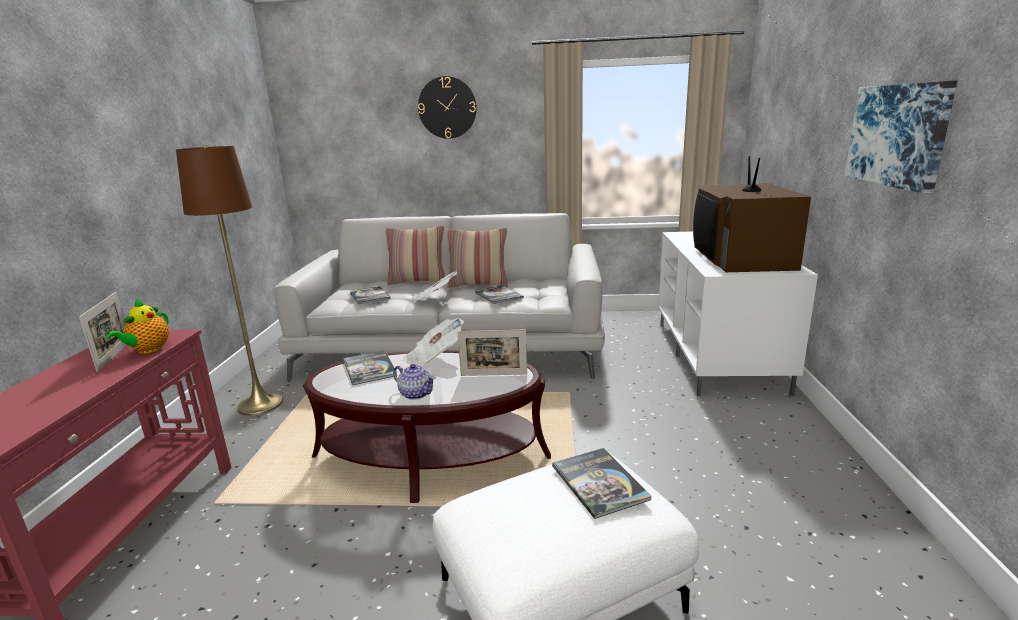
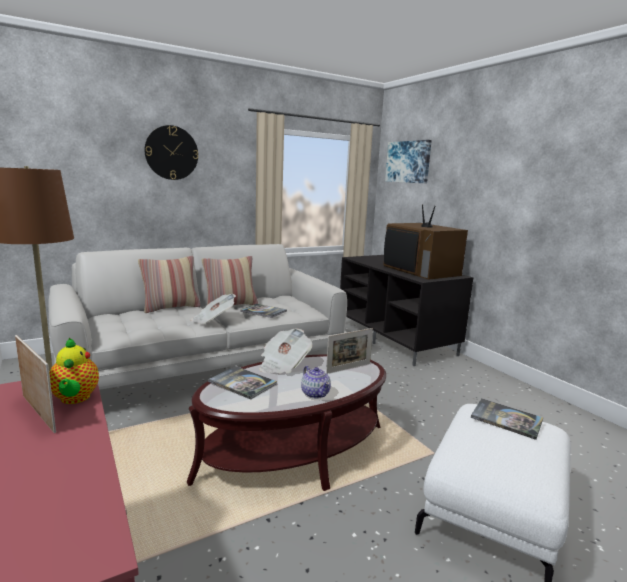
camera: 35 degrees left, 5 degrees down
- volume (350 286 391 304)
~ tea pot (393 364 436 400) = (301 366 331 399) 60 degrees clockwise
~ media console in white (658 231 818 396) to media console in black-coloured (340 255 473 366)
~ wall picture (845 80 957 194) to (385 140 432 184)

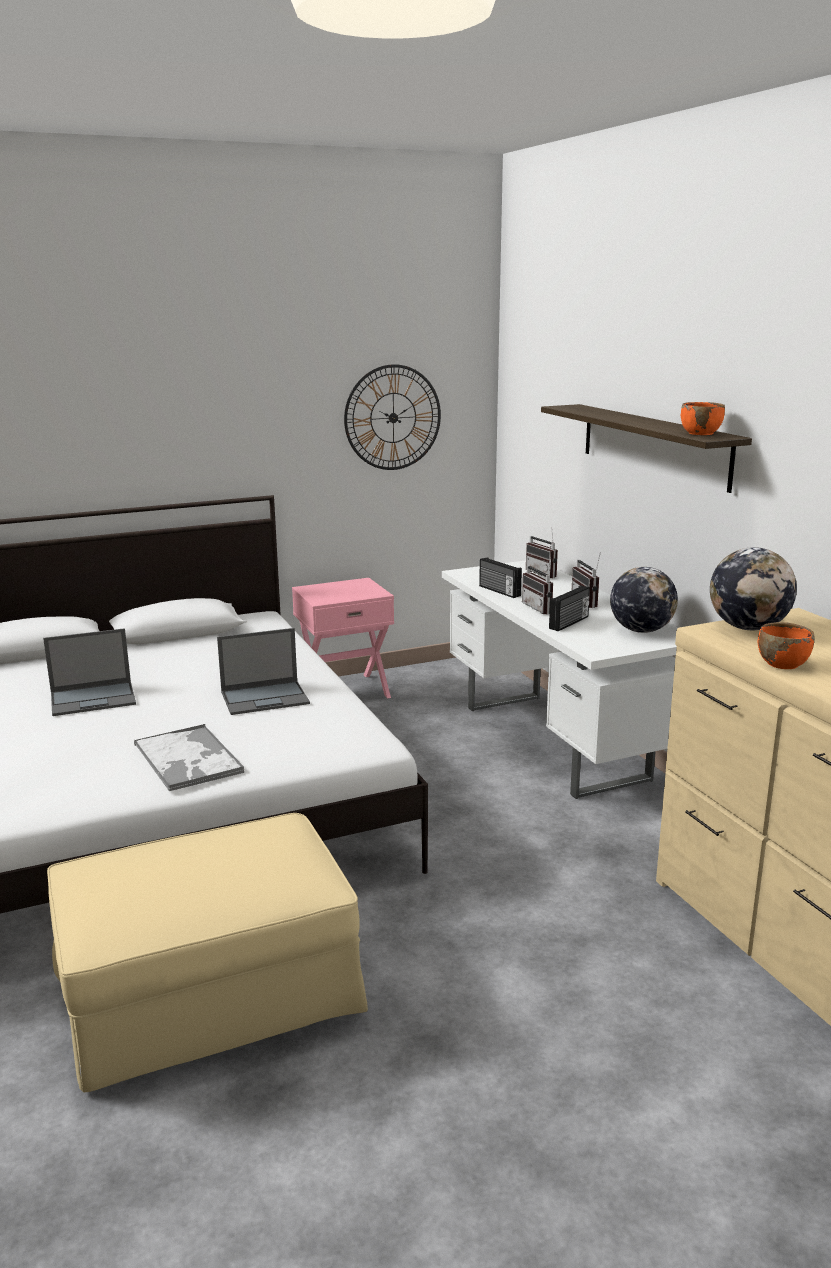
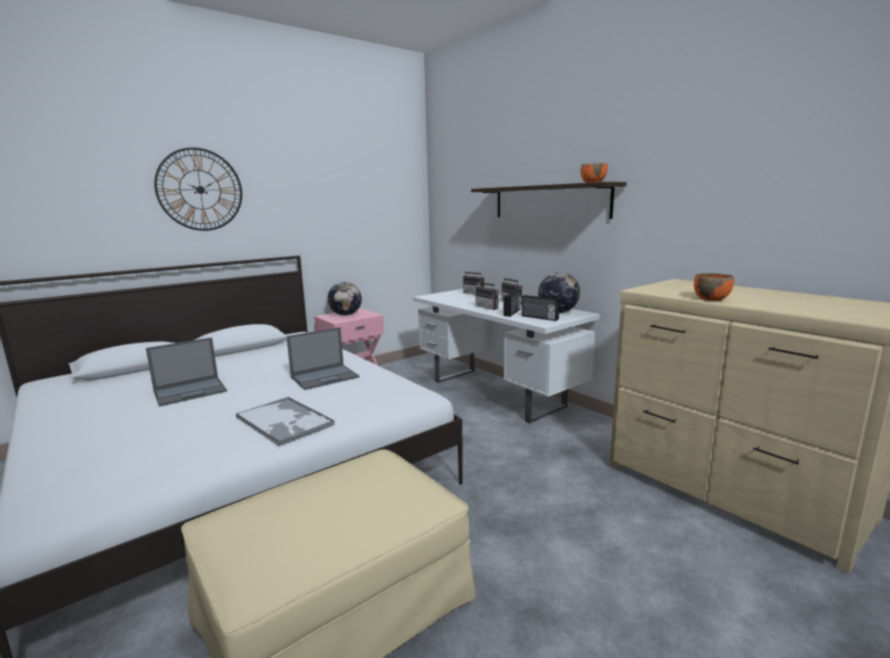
camera: 15 degrees left, 5 degrees down
~ clock on the wall (344 364 441 470) to (154 147 242 231)
~ radio receiver (479 557 522 598) to (522 295 560 321)
~ world globe (710 547 797 630) to (327 282 362 315)

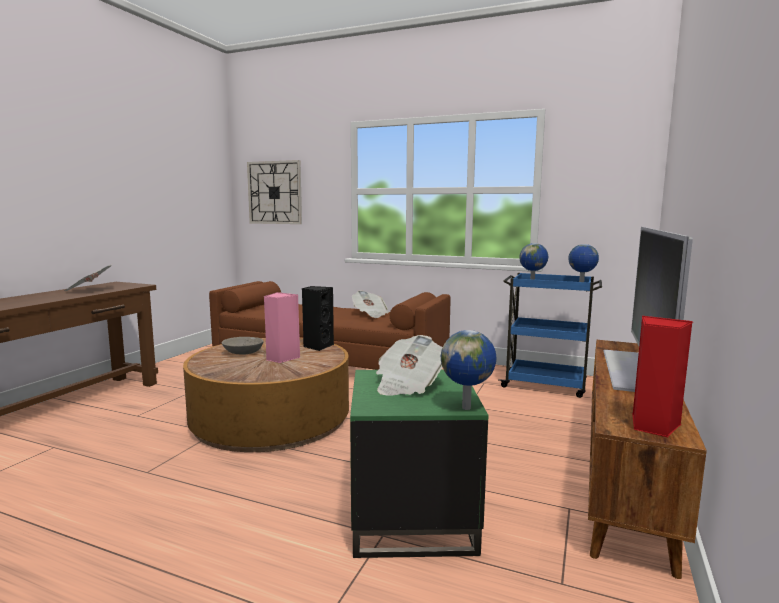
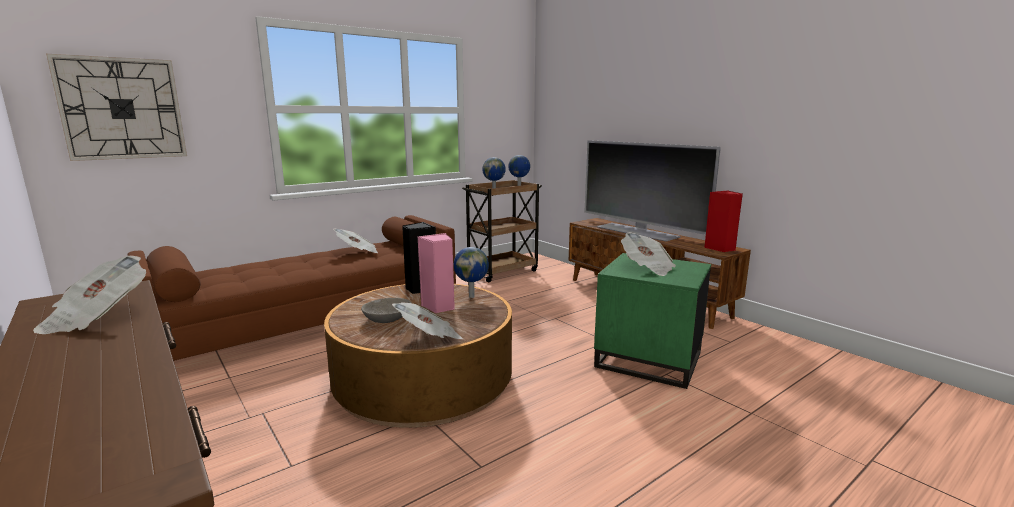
camera: 60 degrees left, 5 degrees up
~ world globe (441 330 496 410) to (454 247 489 298)
~ trolley in bluish (499 273 602 398) to trolley in brownish (462 180 542 283)
+ newspaper (392 303 463 339)

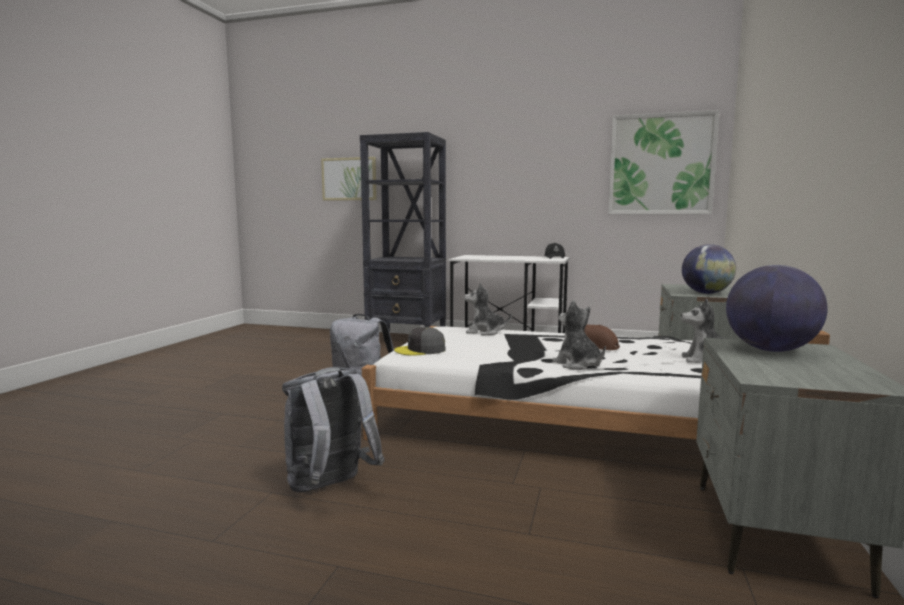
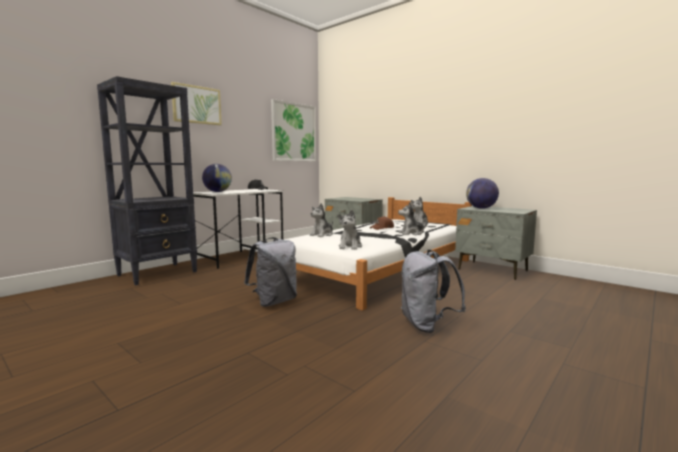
camera: 65 degrees left, 0 degrees up
~ wall picture (321 157 377 201) to (171 82 222 125)
~ baseball cap in grey (394 327 445 356) to cuddly toy (338 210 362 250)
~ world globe (682 244 736 294) to (202 164 232 192)

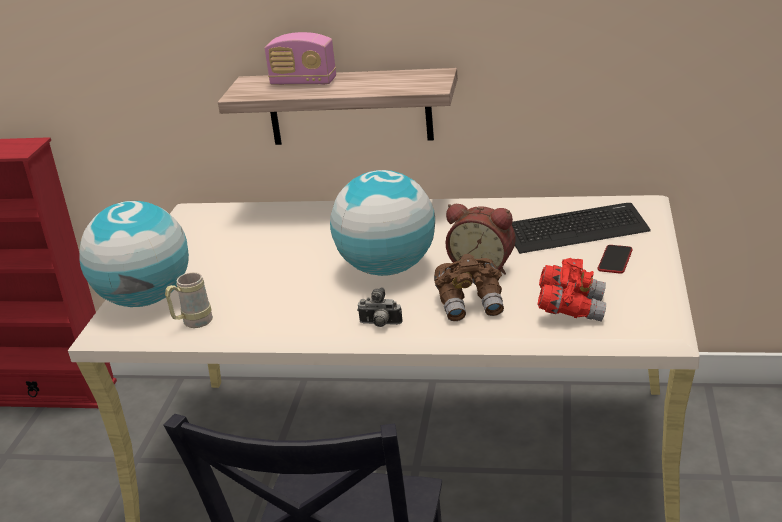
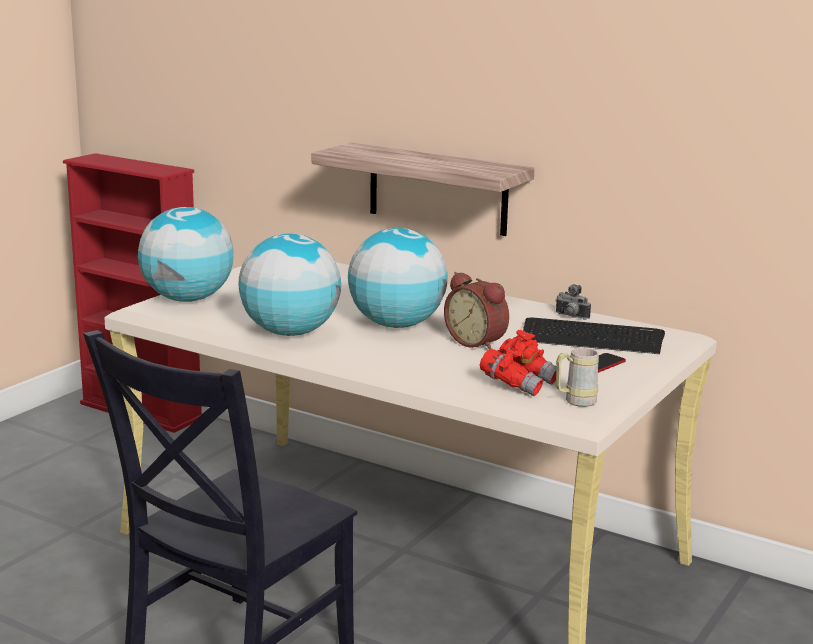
camera: 20 degrees right, 10 degrees down
~ tea mug in sand-coloured (165 272 213 328) to (556 348 599 407)
- radio receiver (265 32 336 85)
~ still camera (357 287 403 327) to (555 284 591 320)
- binoculars in brownish (434 254 504 321)
+ world globe (238 233 341 336)

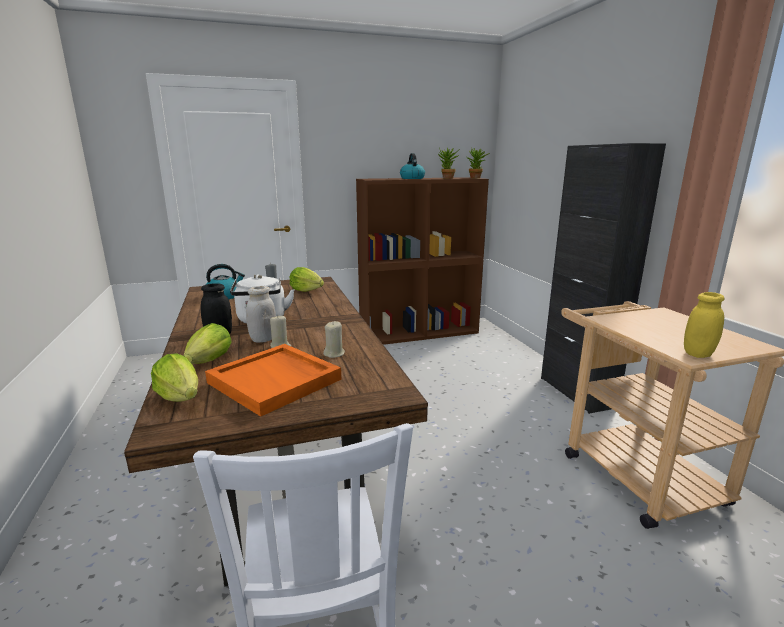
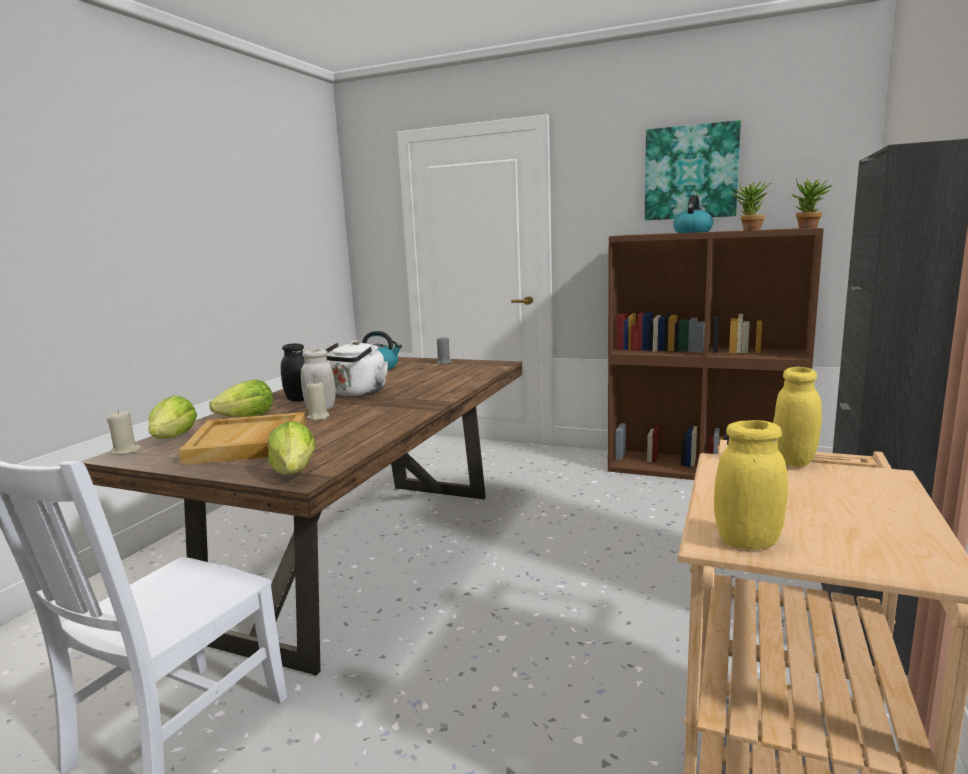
camera: 40 degrees right, 5 degrees down
~ tray in orange-coloured (205 344 341 417) to tray in sand-coloured (179 412 306 465)
~ lettuce (290 267 324 292) to (268 421 315 475)
~ wax light in sand-coloured (323 321 345 358) to (106 410 141 455)
+ wall picture (645 120 741 220)
+ storage jar in yellow-coloured (773 367 822 467)

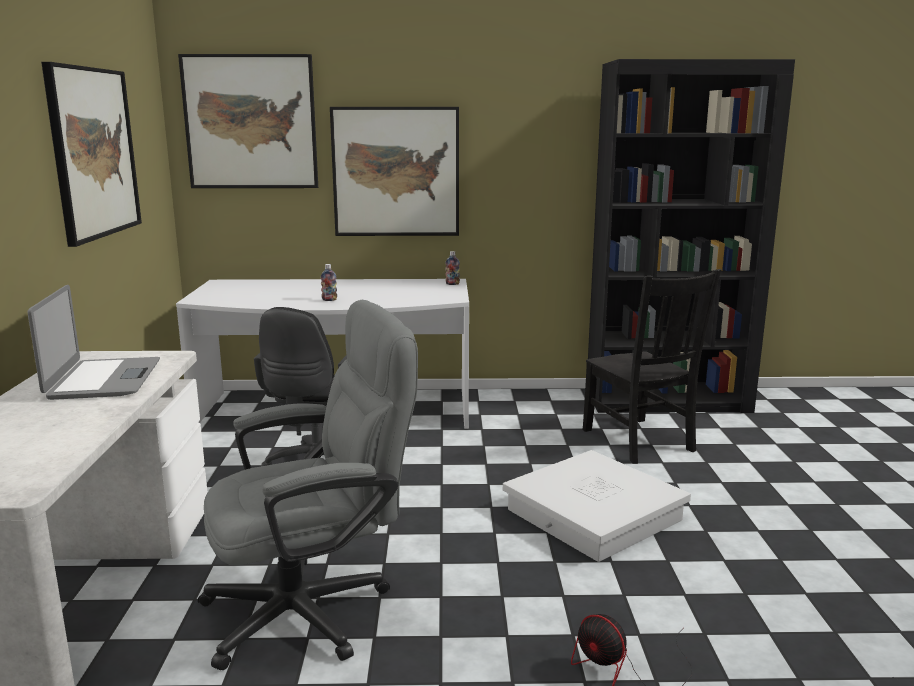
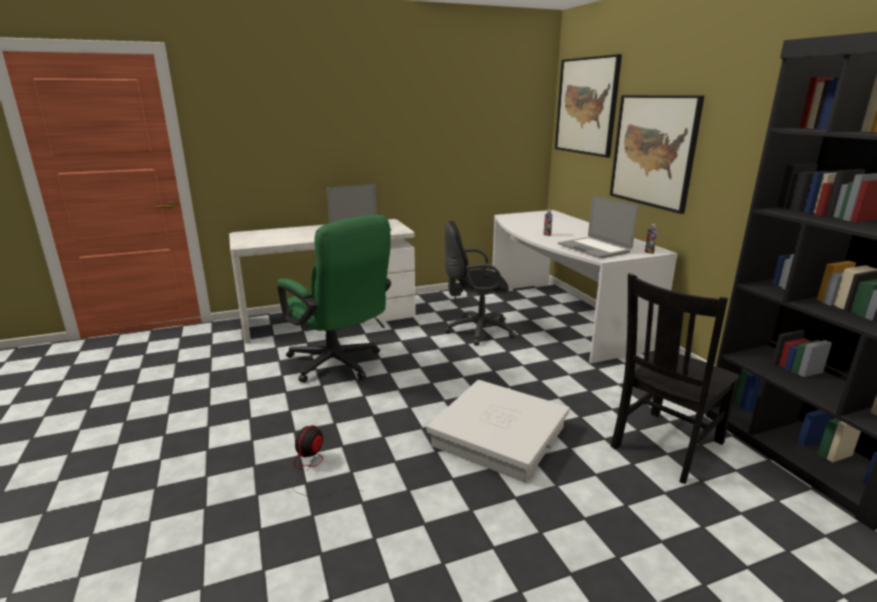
camera: 70 degrees right, 5 degrees up
- wall picture (41 62 142 247)
~ office chair in grey (198 300 418 670) to office chair in green (277 215 391 383)
+ laptop (558 196 638 258)

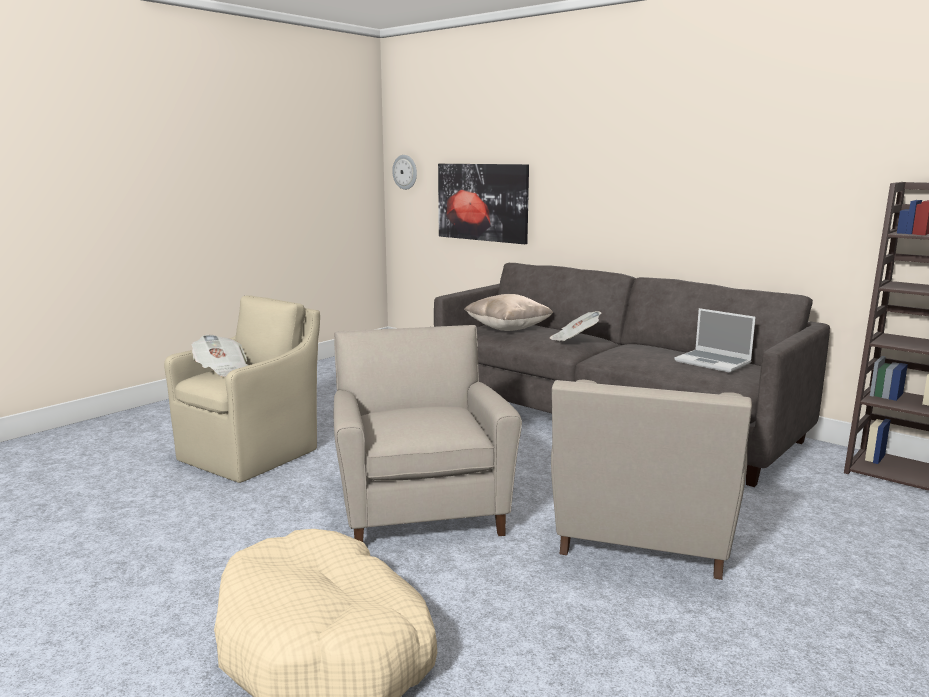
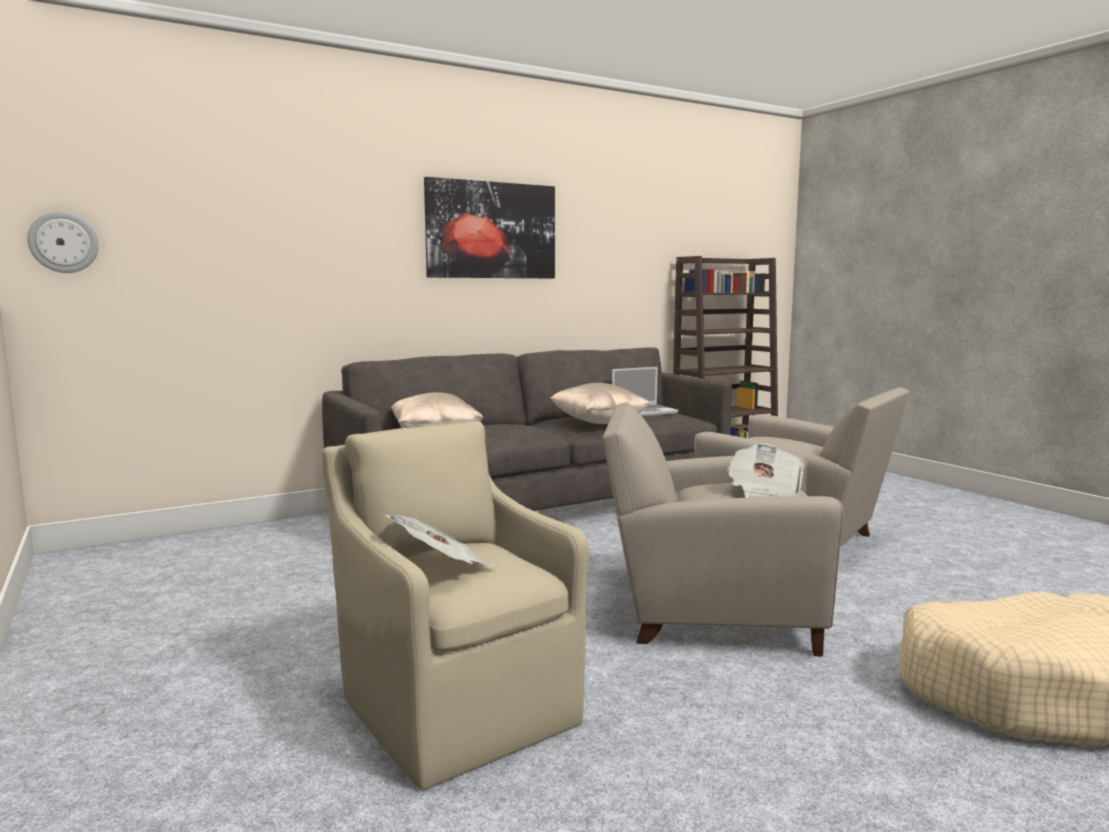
camera: 70 degrees left, 5 degrees down
~ wall picture (438 164 529 244) to (424 177 555 278)
~ newspaper (550 311 602 341) to (727 443 804 498)
+ cushion in sand-coloured (550 383 650 424)

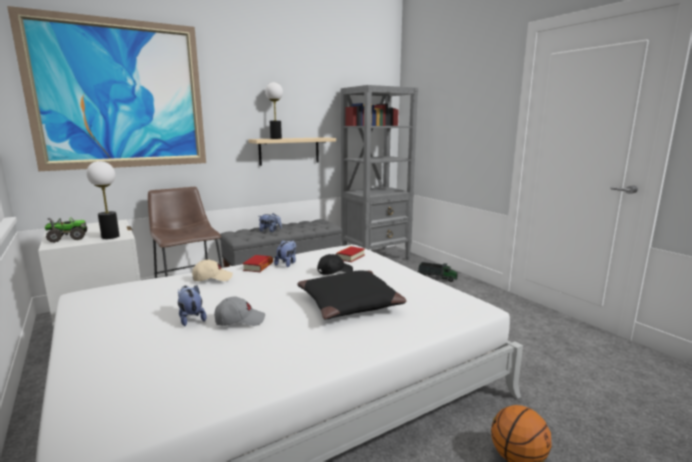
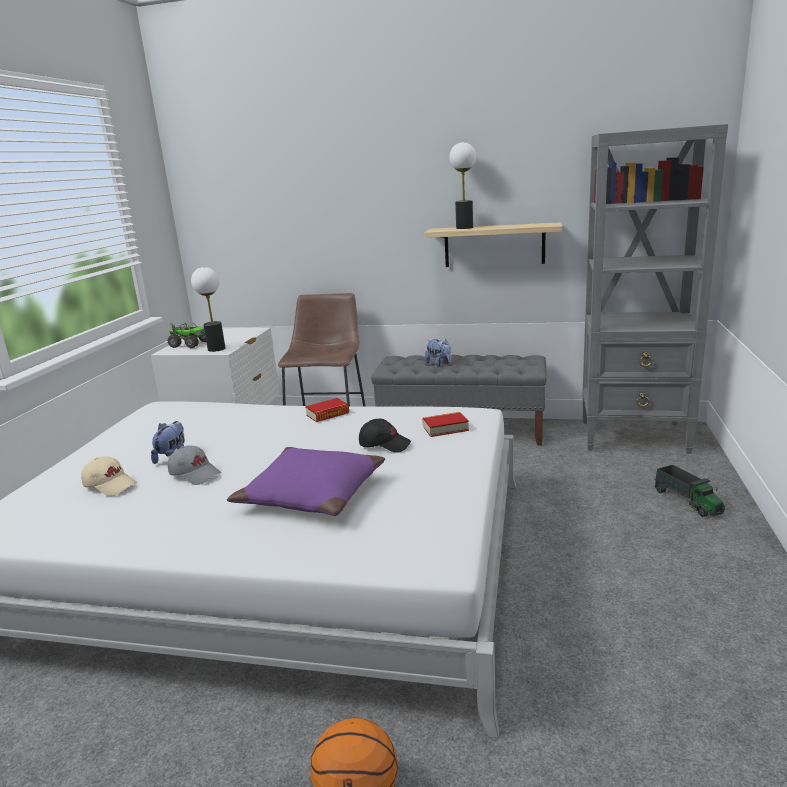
camera: 45 degrees right, 5 degrees up
- wall picture (7 6 206 171)
~ baseball cap in sand-coloured (192 260 233 281) to (81 456 137 496)
- cuddly toy (274 240 296 267)
~ cushion in black-coloured (297 270 406 320) to cushion in purple-coloured (227 447 385 516)

